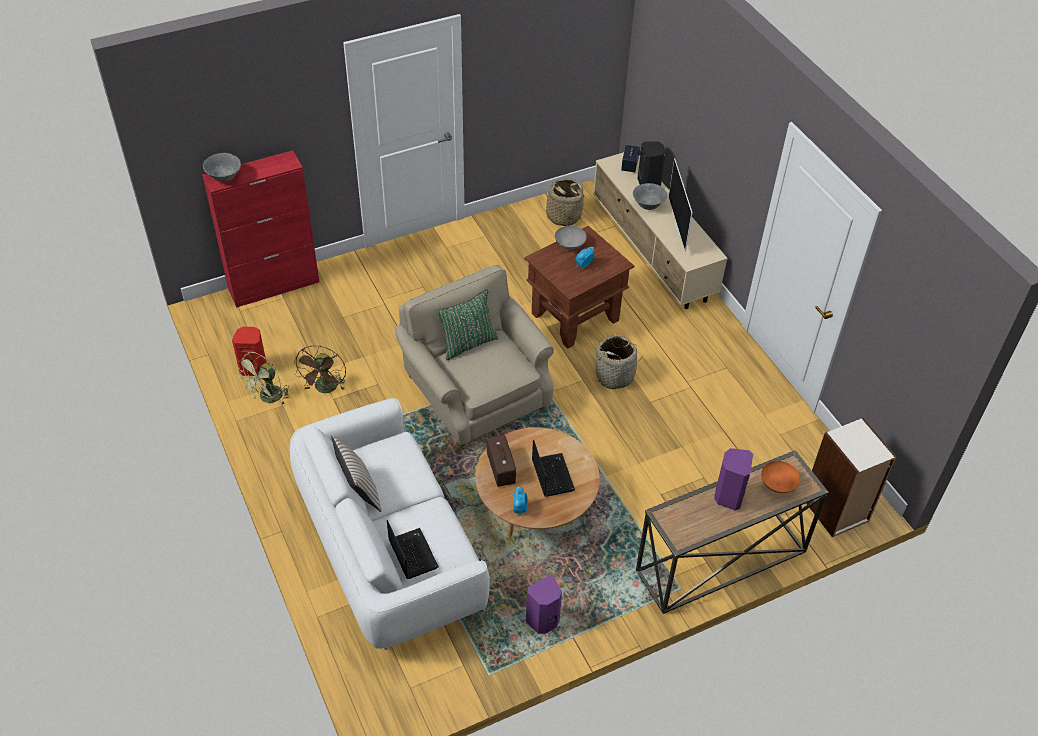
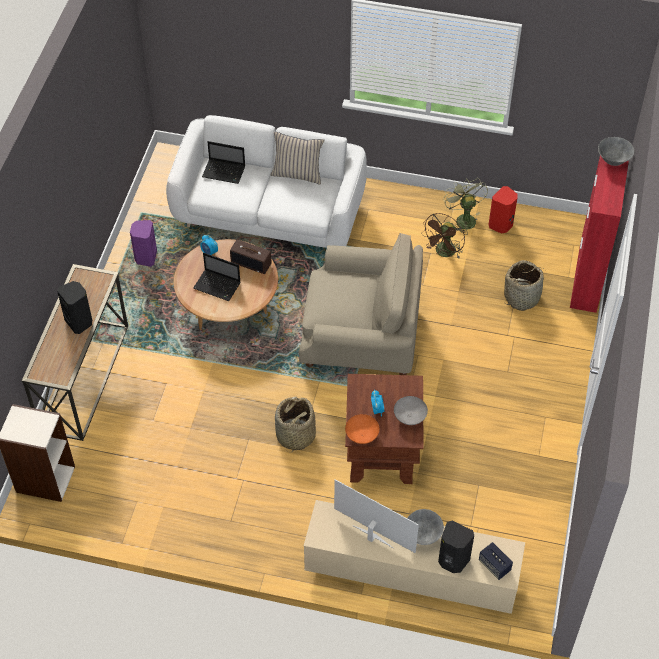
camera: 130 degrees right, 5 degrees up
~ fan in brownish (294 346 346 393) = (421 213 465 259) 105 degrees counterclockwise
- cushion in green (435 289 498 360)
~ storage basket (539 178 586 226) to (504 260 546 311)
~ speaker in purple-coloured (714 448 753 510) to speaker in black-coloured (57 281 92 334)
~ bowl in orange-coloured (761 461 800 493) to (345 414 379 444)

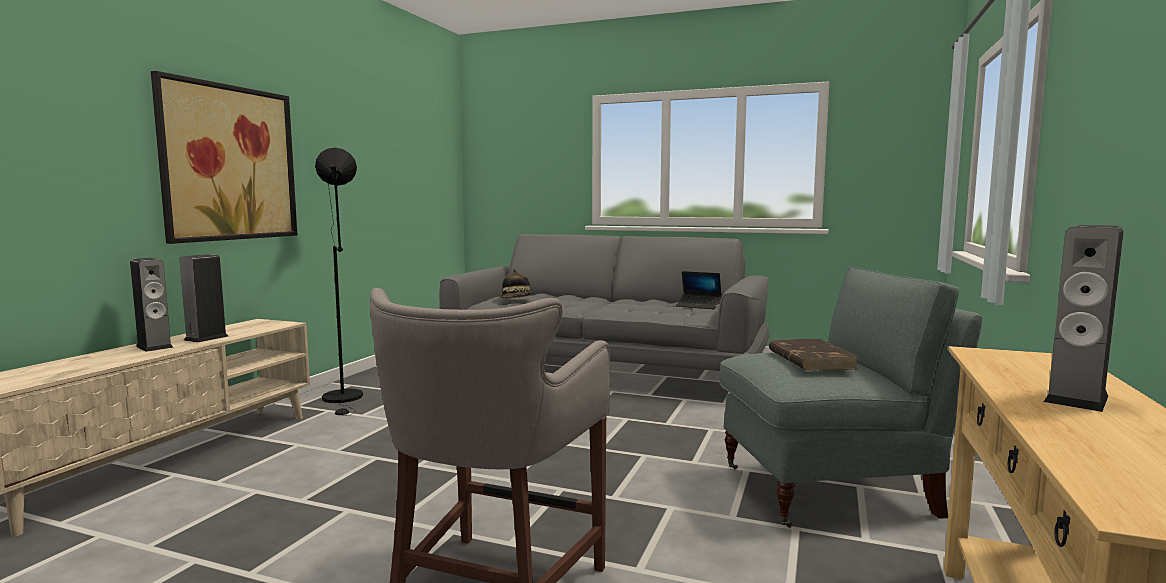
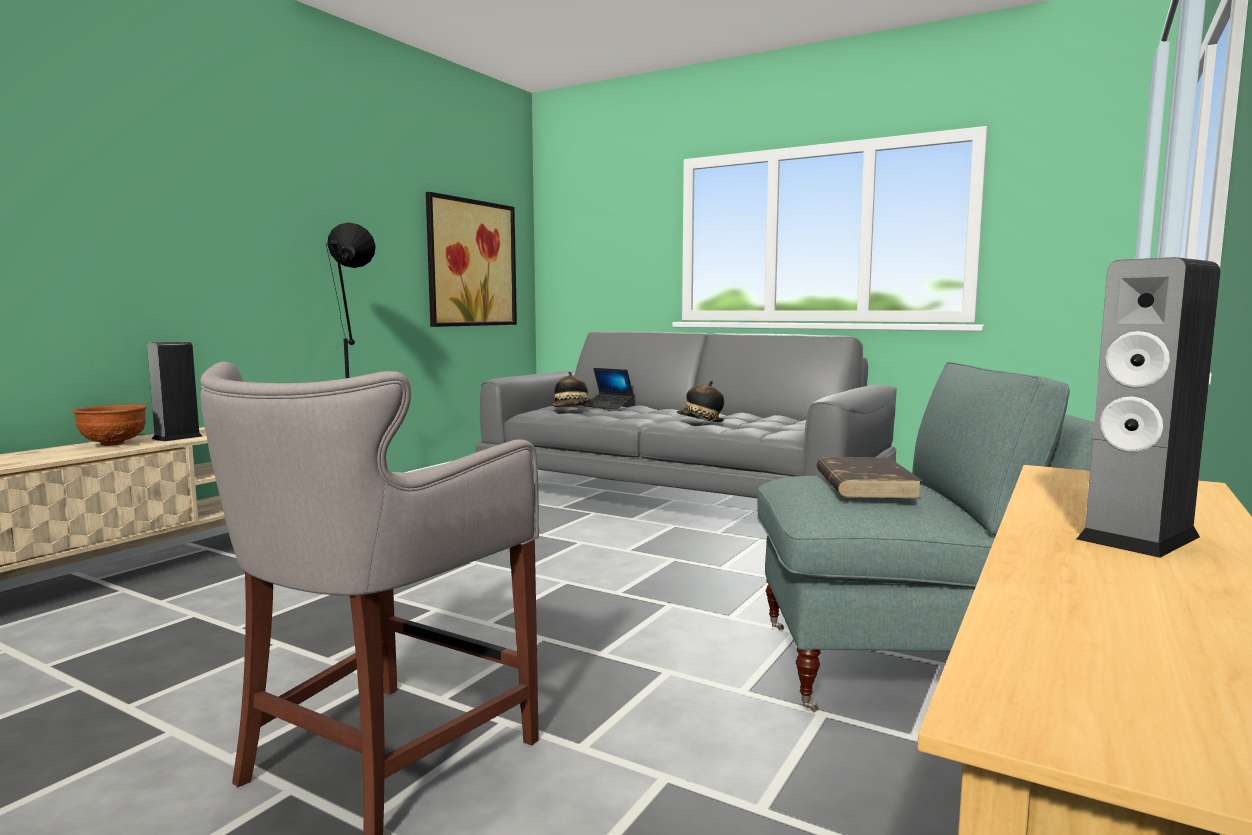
camera: 10 degrees right, 0 degrees up
~ speaker (130 258 173 352) to bowl in brownish (72 405 147 446)
~ wall picture (151 71 297 244) to (426 192 517 327)
~ laptop (676 271 722 309) to (584 368 634 410)
+ wearable hat (677 381 724 422)

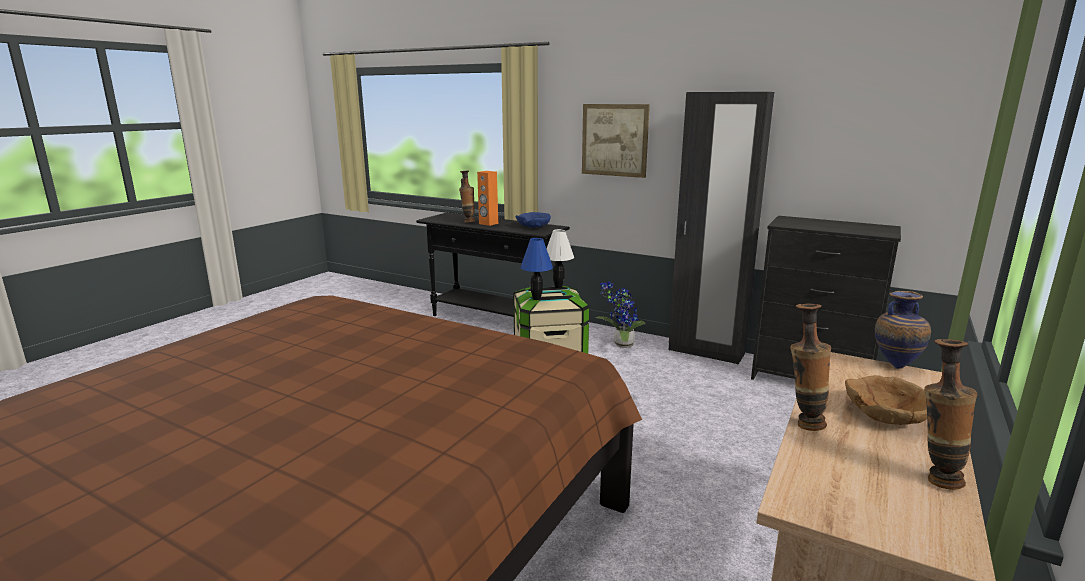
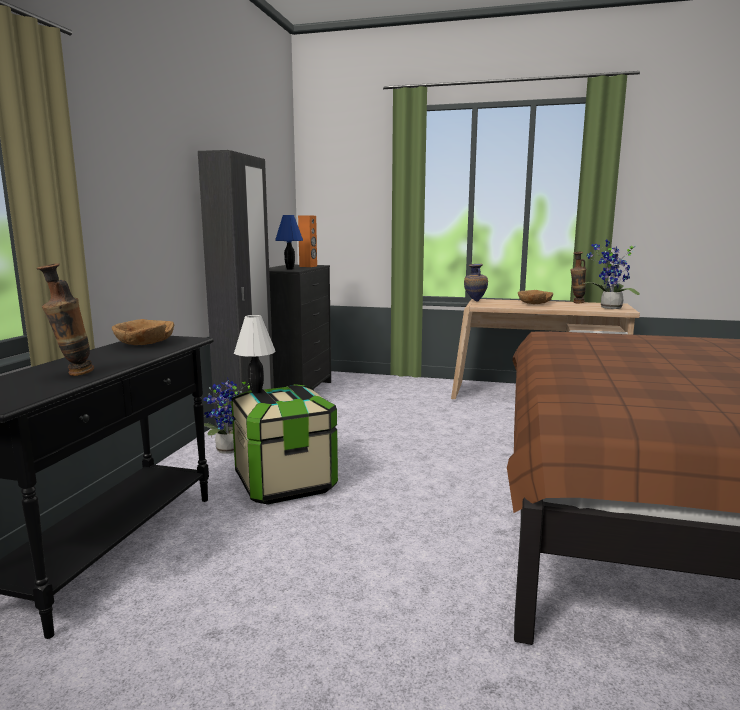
camera: 105 degrees left, 5 degrees down
~ speaker in orange-coloured (477 171 498 226) to (298 215 317 267)
~ bowl in bluish (516 212 551 228) to bowl in brownish (112 319 174 345)
~ lamp for a table in bluish (520 238 553 300) to (275 215 303 270)
- wall picture (582 104 650 178)
- flower vase (790 304 831 431)
+ plant in a pot (582 240 640 309)

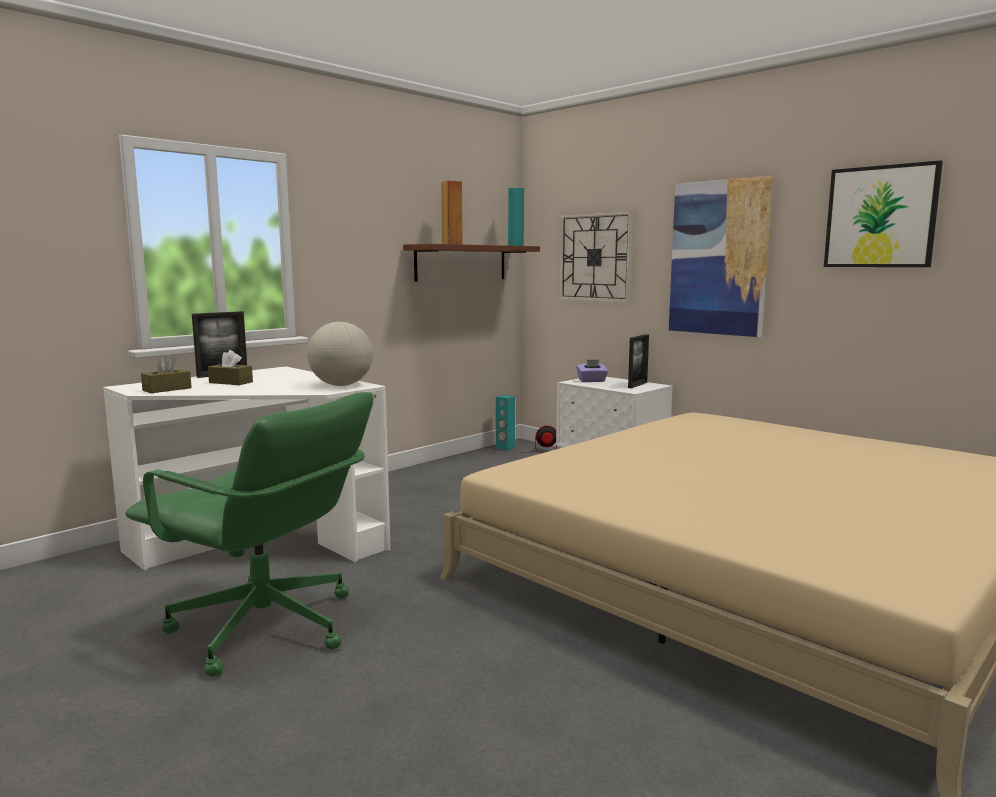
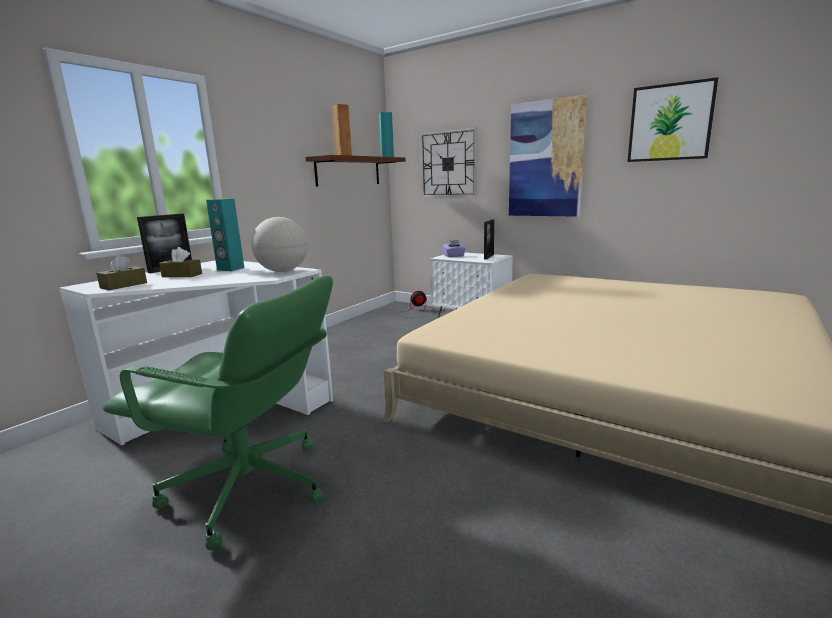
camera: 10 degrees left, 5 degrees up
~ speaker in turquoise-coloured (496 395 515 451) to (206 199 244 271)

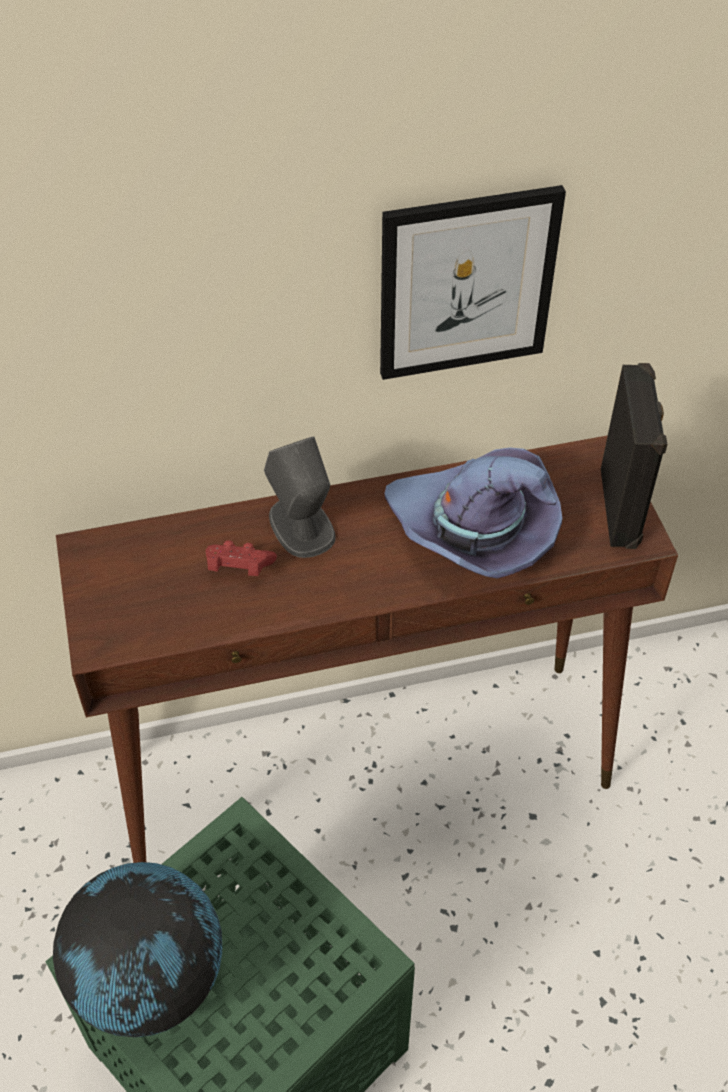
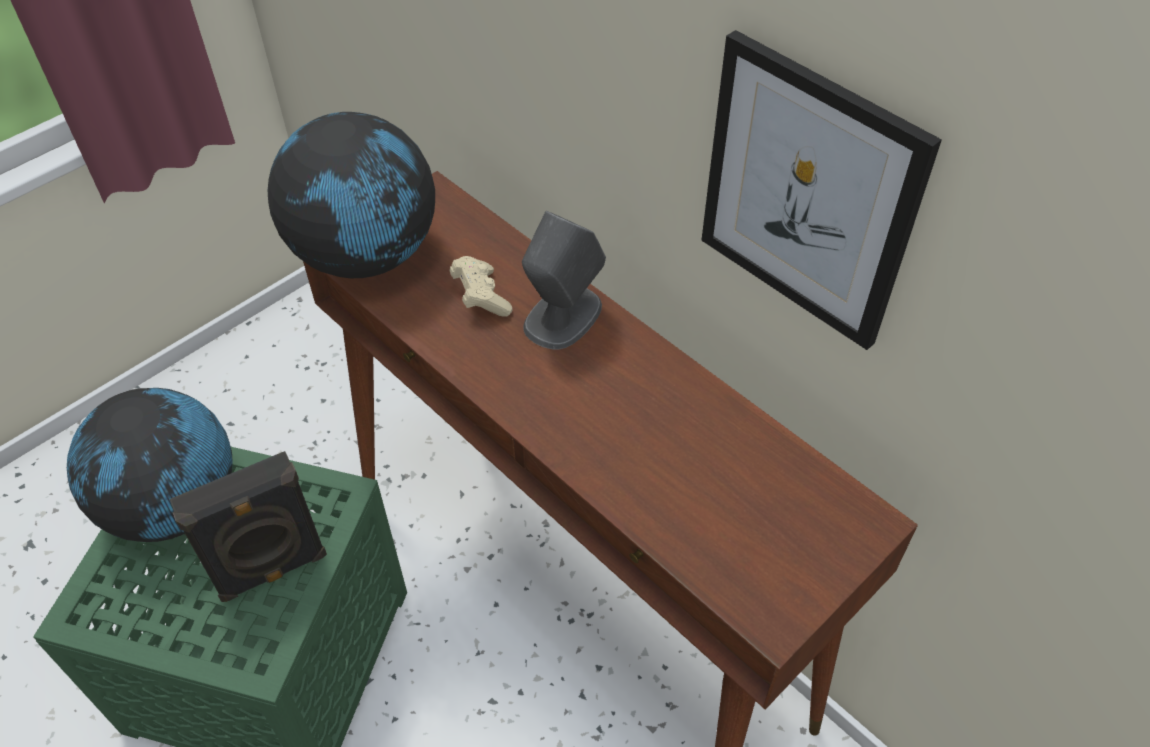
camera: 60 degrees right, 0 degrees up
~ gamepad in red (205 540 277 576) to gamepad in sand-coloured (450 256 513 317)
- wearable hat in purple-coloured (384 448 562 579)
~ speaker in black-coloured (601 363 667 549) to (170 451 327 602)
+ world globe (268 112 435 278)

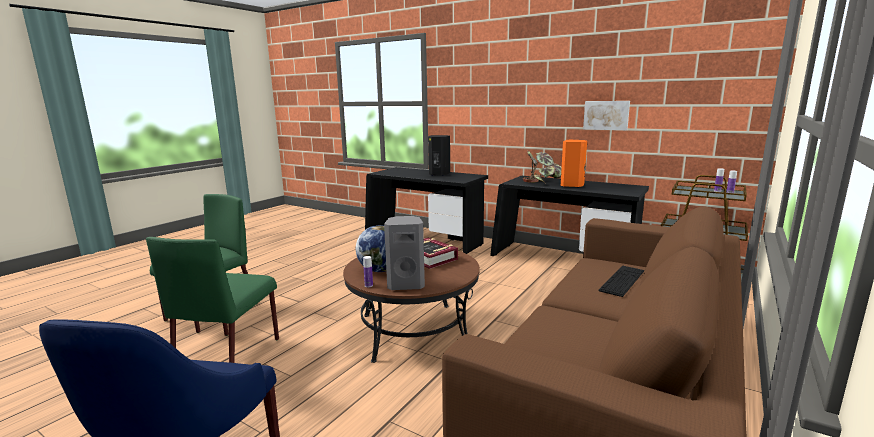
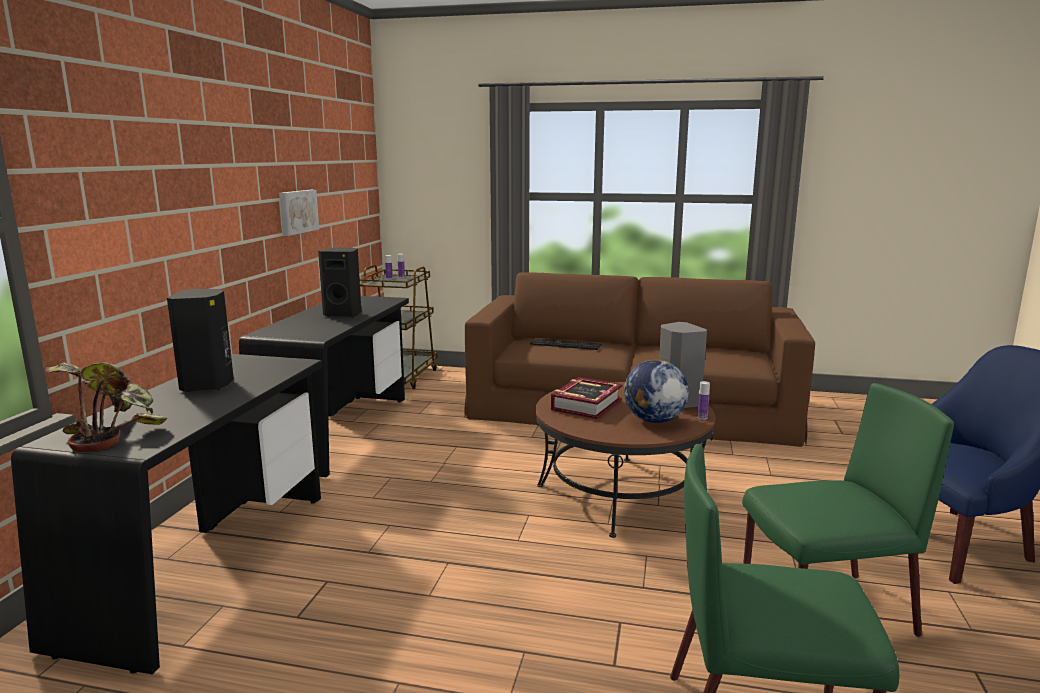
camera: 110 degrees left, 0 degrees up
~ plant in a pot (522 151 562 184) to (46 362 167 452)
~ speaker in orange-coloured (561 140 587 188) to speaker in black-coloured (318 247 361 317)

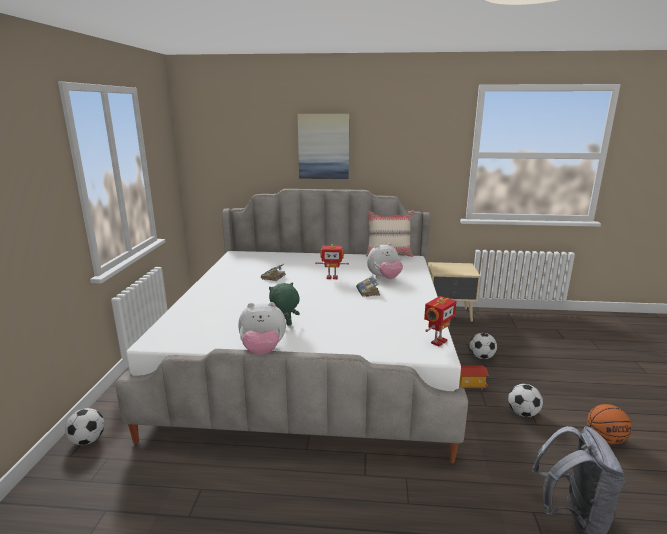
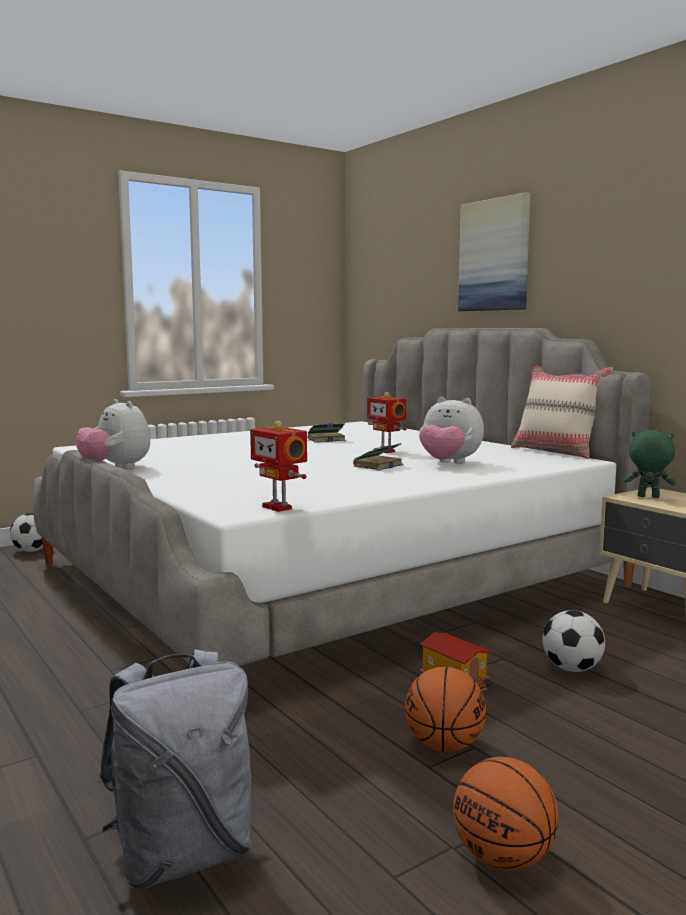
camera: 50 degrees right, 10 degrees down
~ cuddly toy in green (269 282 300 326) to (624 430 676 498)
~ model robot (424 296 457 347) = (250 421 307 512) 45 degrees clockwise
~ football ball (508 384 543 417) to ball for basketball (405 667 486 752)

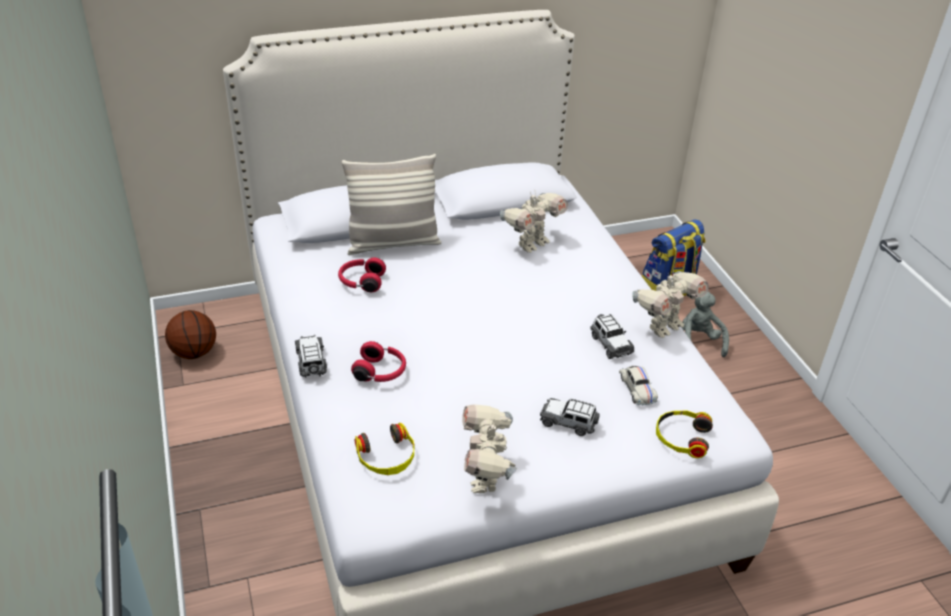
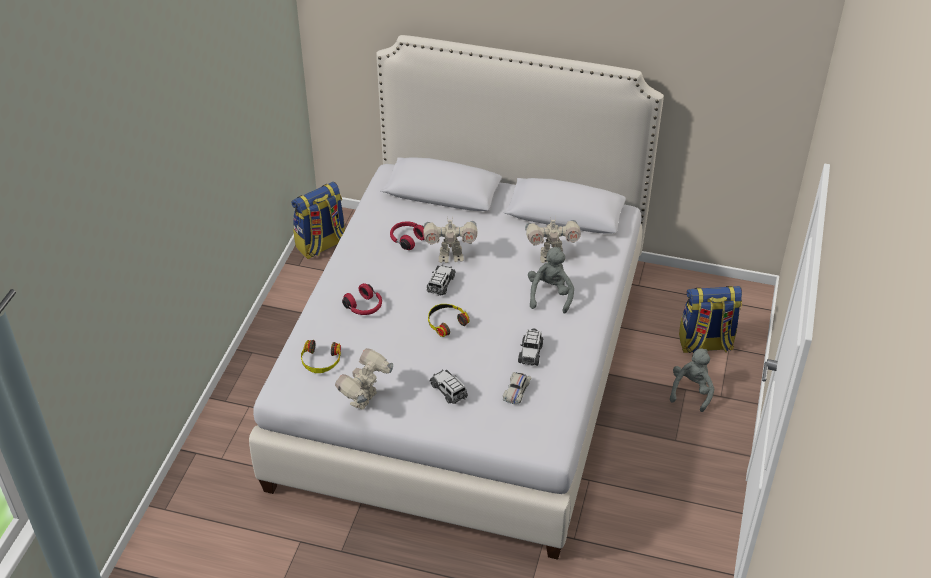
camera: 35 degrees right, 5 degrees up
~ ball for basketball (165 310 216 359) to backpack (292 182 345 259)
~ miniature car (295 335 327 377) to (427 265 456 296)
- cushion (341 154 441 255)
~ model robot (632 271 709 338) to (423 216 477 263)
~ headphones (656 410 713 458) to (428 304 470 337)
+ cuddly toy in grey (528 247 574 313)

